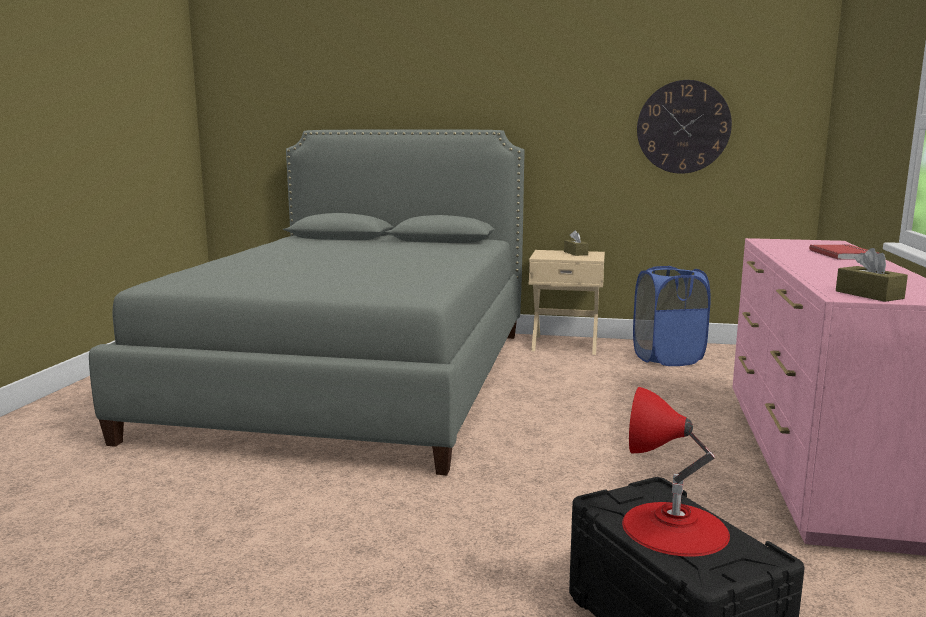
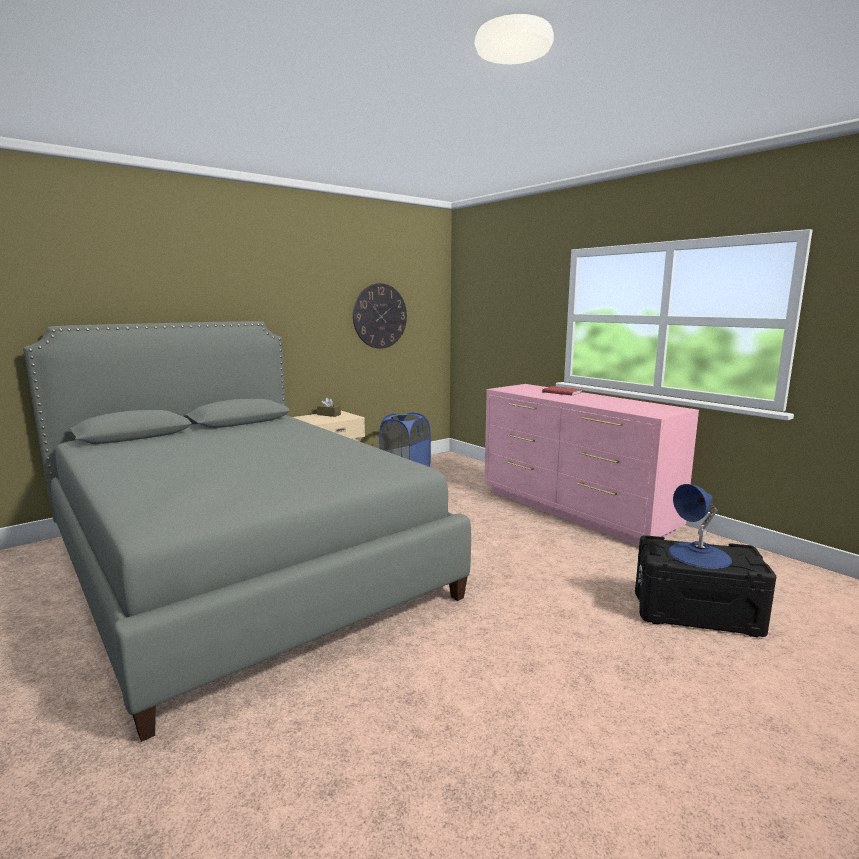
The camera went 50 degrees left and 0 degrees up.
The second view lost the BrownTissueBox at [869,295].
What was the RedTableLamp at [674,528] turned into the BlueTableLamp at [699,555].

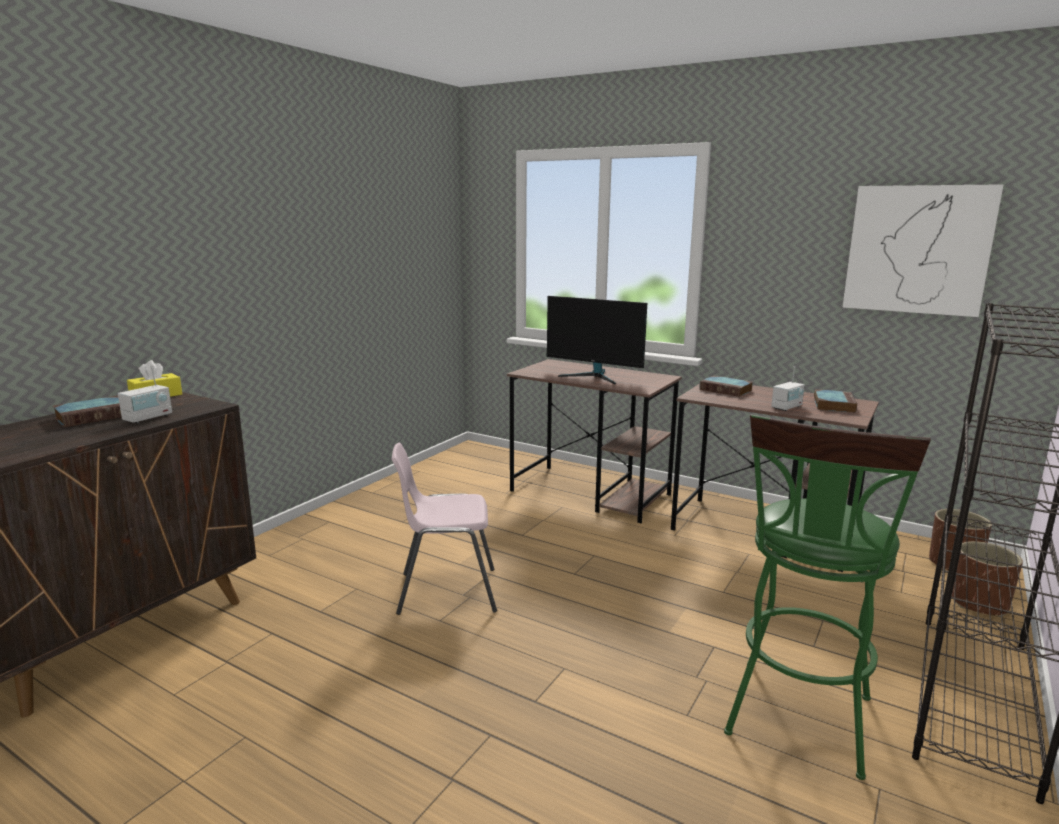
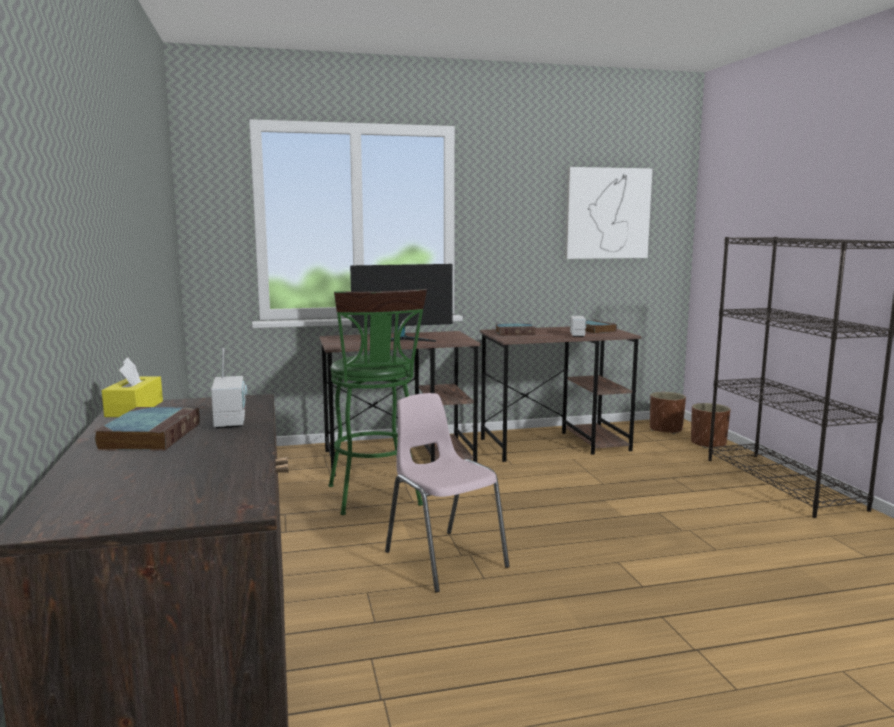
The camera went 45 degrees left and 5 degrees down.
The GreenStool ended up elsewhere, having gone from [798,724] to [376,498].
The PinkChair at [446,591] ended up facing another way, 105 degrees clockwise from before.

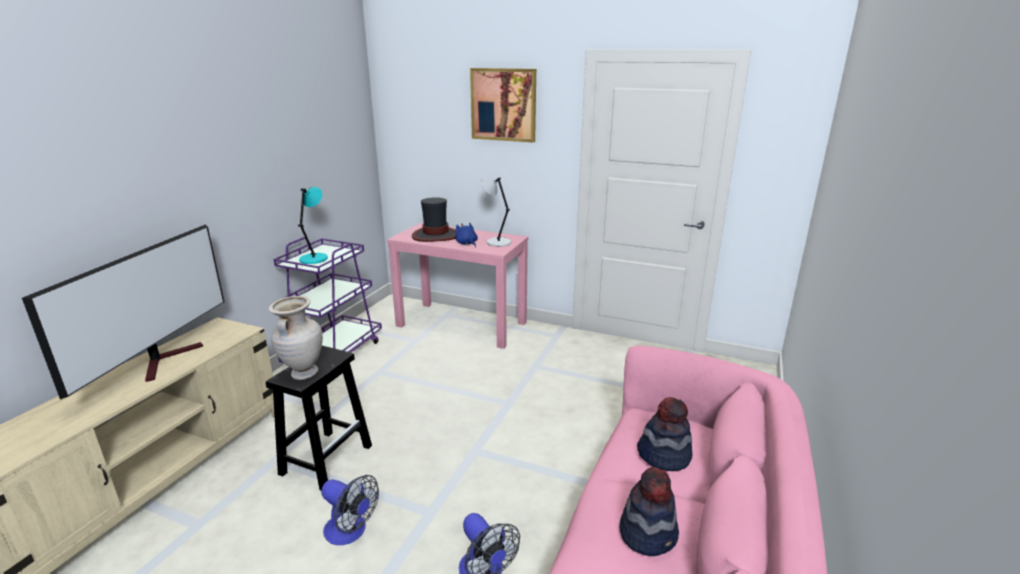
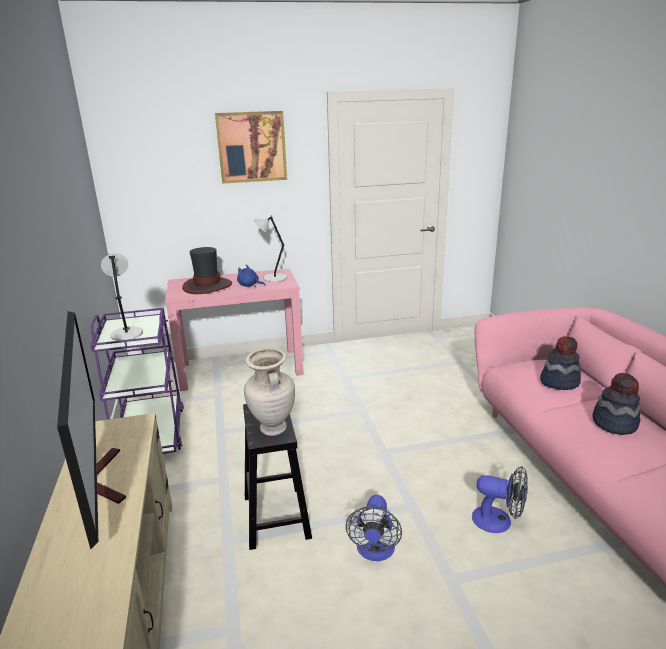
The camera went 35 degrees left and 0 degrees up.
What was the TurquoiseTableLamp at [314,258] turned into the GreyTableLamp at [126,333].
The Fan at [350,532] ended up facing another way, 105 degrees clockwise from before.

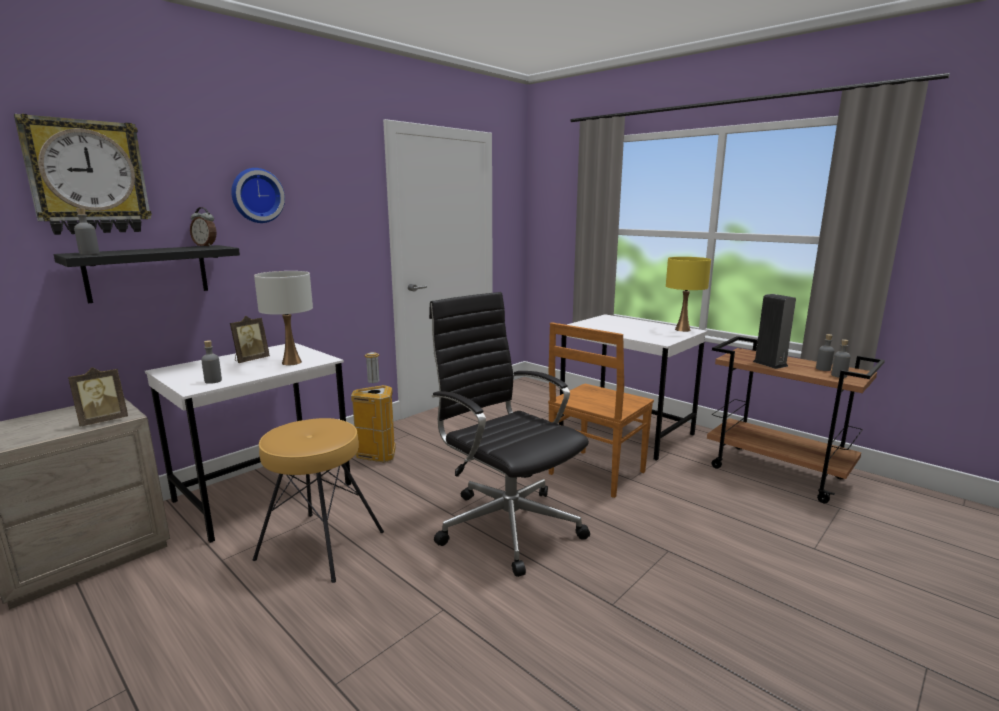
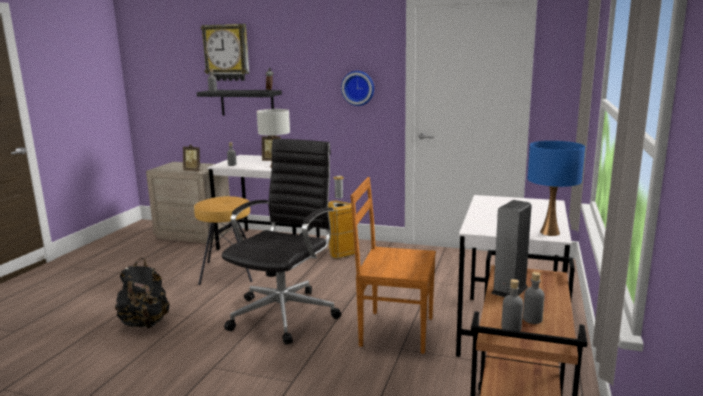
The camera went 65 degrees right and 0 degrees up.
The WallClock ended up elsewhere, having gone from [256,195] to [358,88].
What was the YellowTableLamp at [683,330] turned into the BlueTableLamp at [550,233].
The second view gained the BlackBackpack at [145,323].

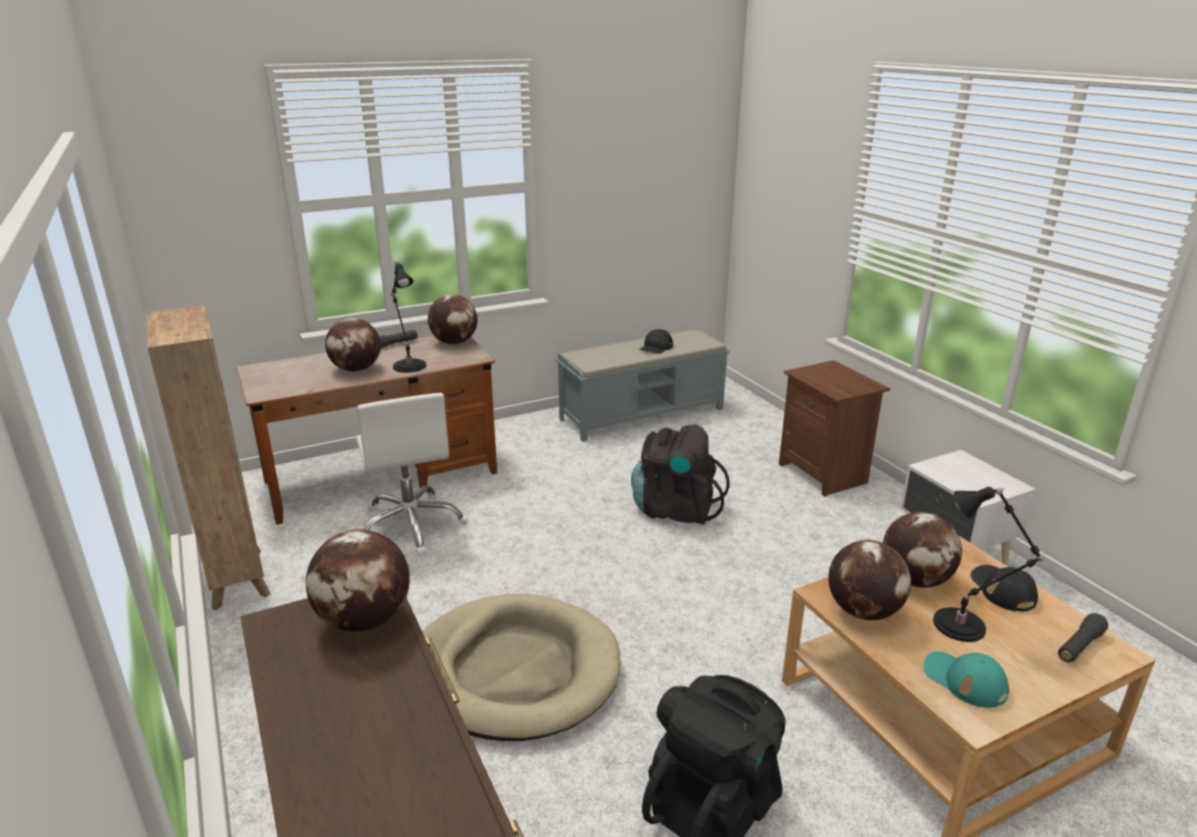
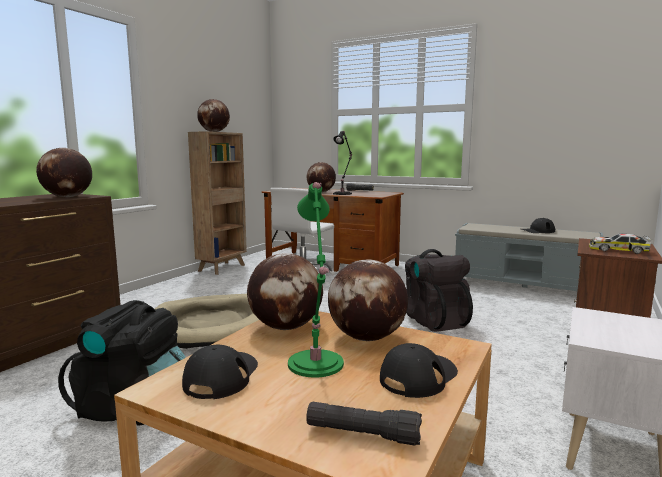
The camera went 55 degrees right and 15 degrees down.
The Globe ended up elsewhere, having gone from [454,342] to [214,132].
What was the BlackTableLamp at [963,626] turned into the GreenTableLamp at [315,366].
What was the TurquoiseCap at [964,680] turned into the BlackCap at [221,376].
The second view gained the ToyCar at [618,250].

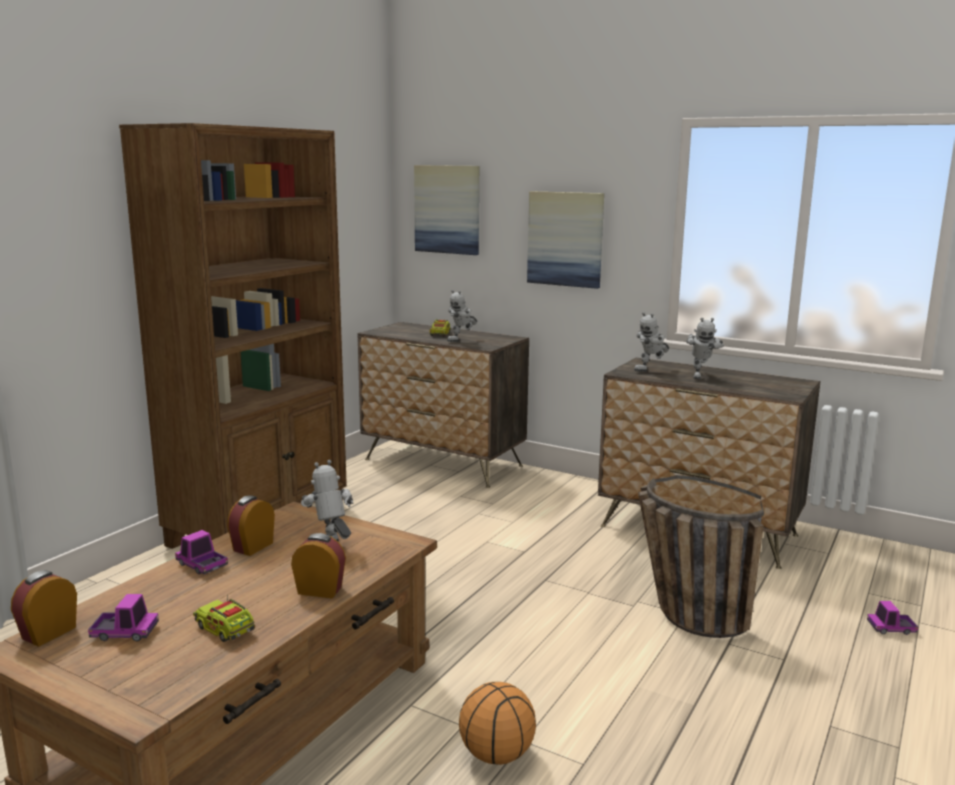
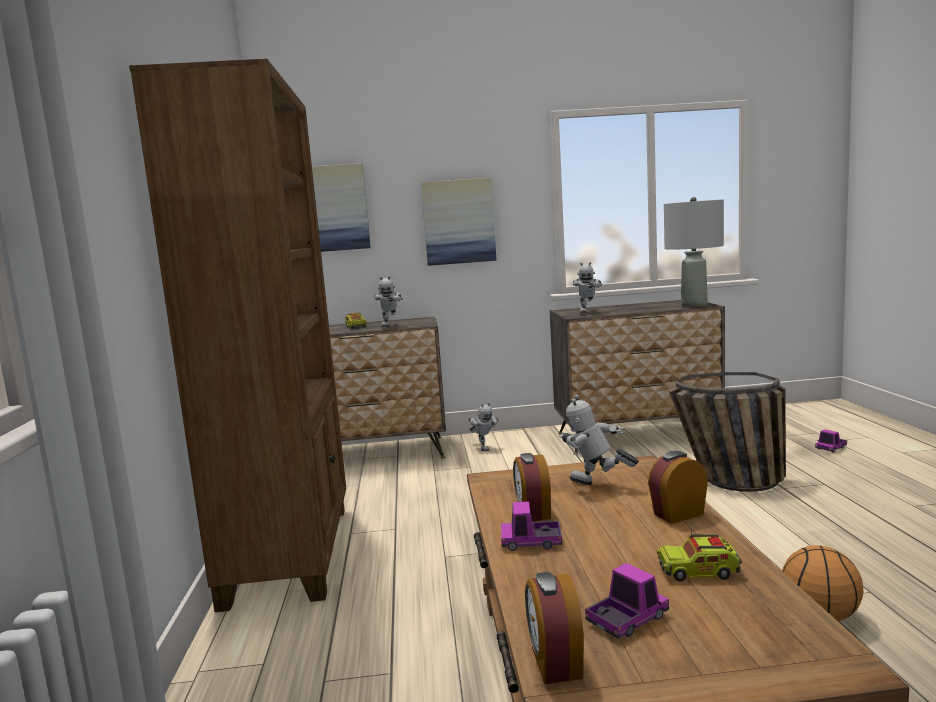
The camera went 35 degrees left and 5 degrees down.
The ToyRobot ended up elsewhere, having gone from [699,376] to [483,448].
The second view gained the GreyTableLamp at [693,305].

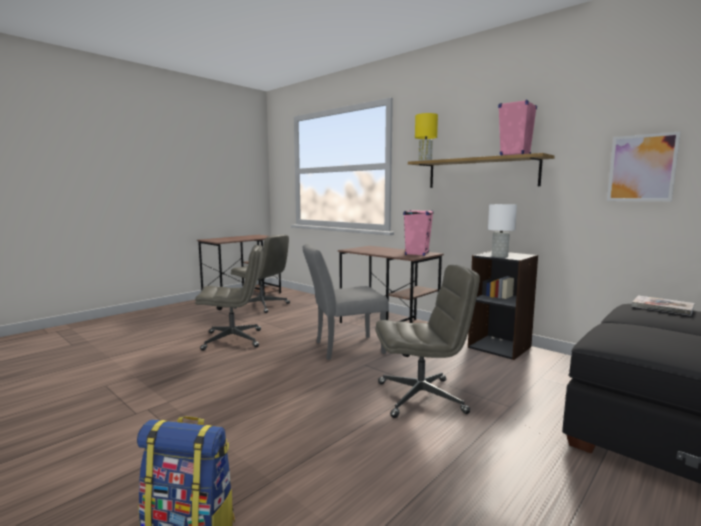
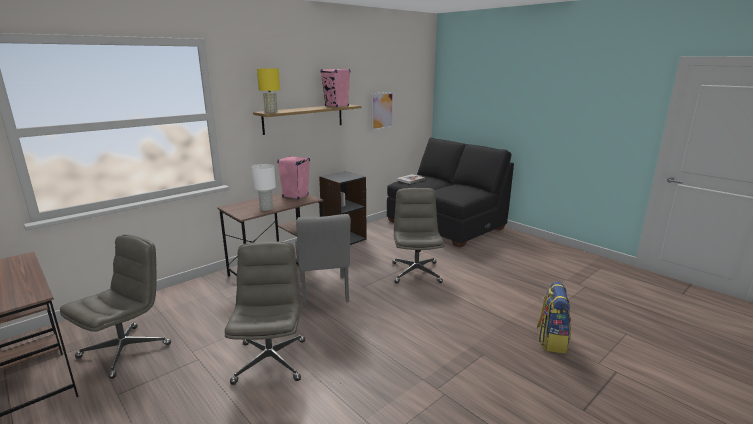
The camera went 85 degrees left and 10 degrees up.
The WhiteTableLamp ended up elsewhere, having gone from [499,256] to [266,208].

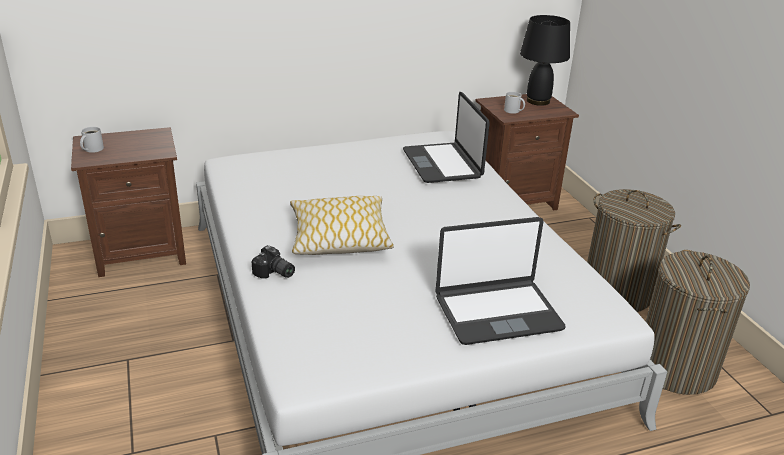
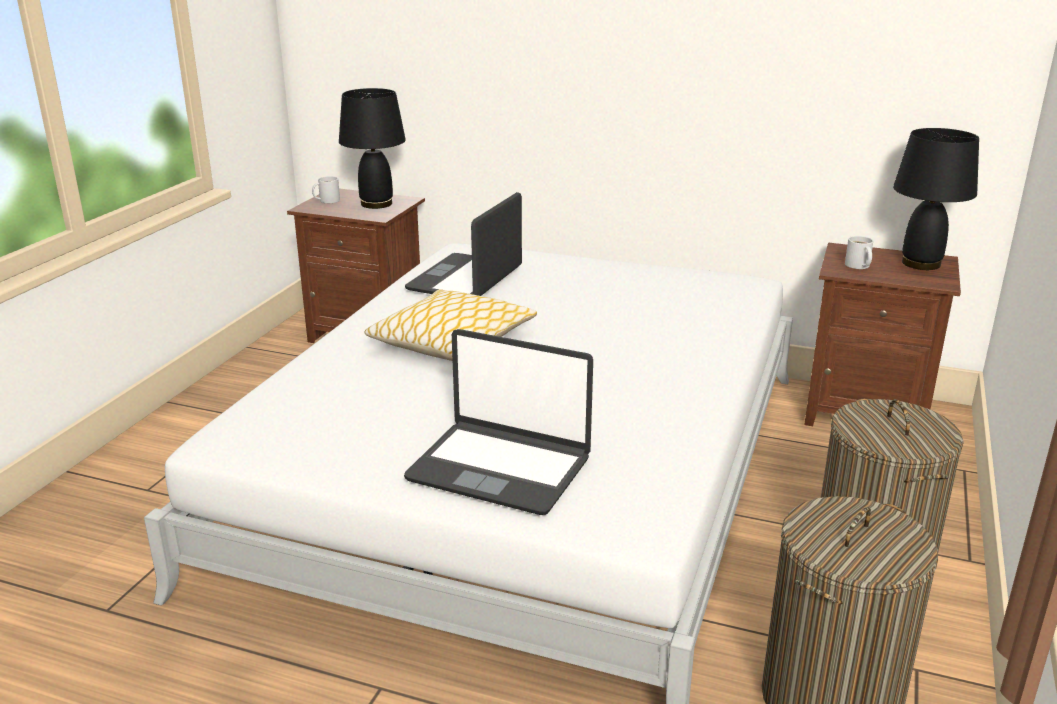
The camera went 40 degrees right and 5 degrees down.
The Laptop ended up elsewhere, having gone from [443,164] to [466,279].
The second view lost the PhotoCamera at [274,273].
The second view gained the BlackTableLamp at [376,204].

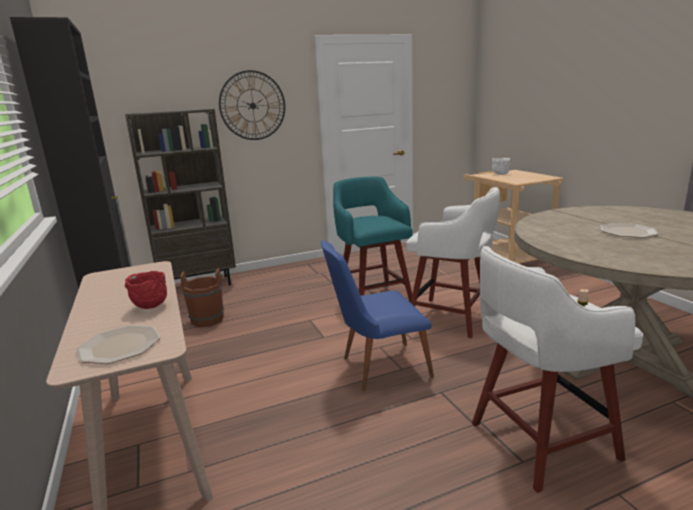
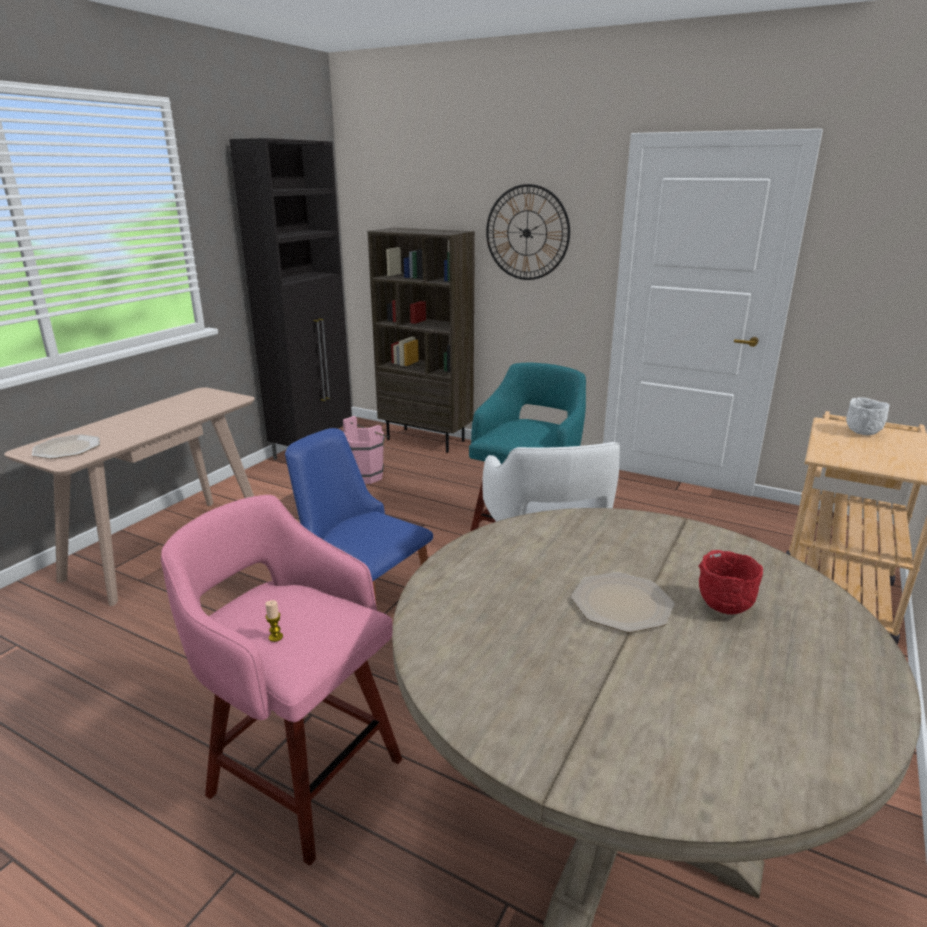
The camera went 50 degrees right and 5 degrees up.
What was the WhiteStool at [539,441] turned into the PinkStool at [302,773].
What was the BrownBucket at [208,318] turned into the PinkBucket at [368,475].
The RedBowl ended up elsewhere, having gone from [150,307] to [723,607].

